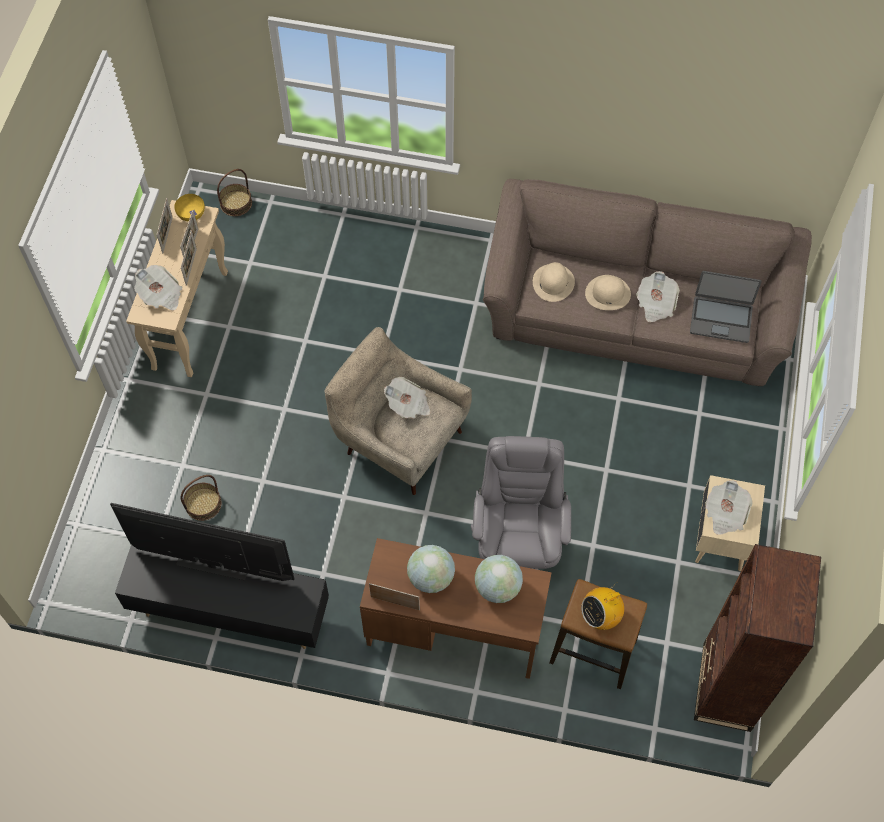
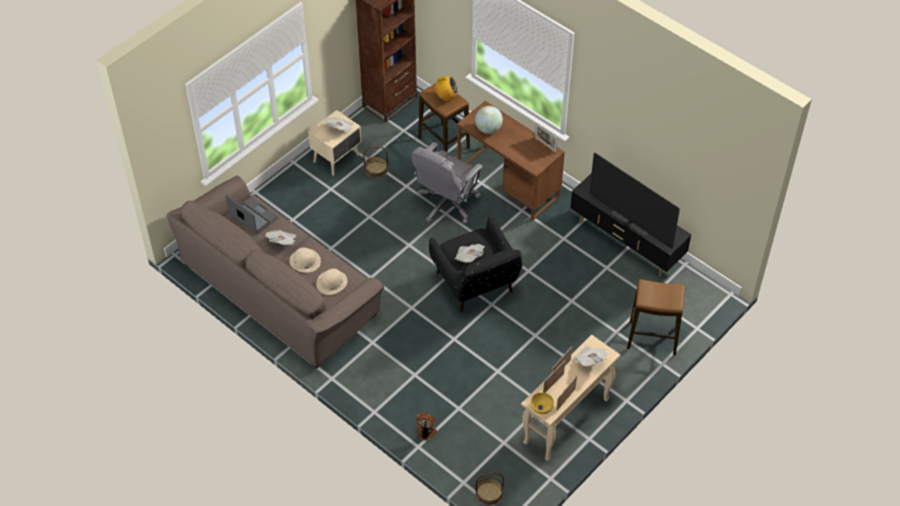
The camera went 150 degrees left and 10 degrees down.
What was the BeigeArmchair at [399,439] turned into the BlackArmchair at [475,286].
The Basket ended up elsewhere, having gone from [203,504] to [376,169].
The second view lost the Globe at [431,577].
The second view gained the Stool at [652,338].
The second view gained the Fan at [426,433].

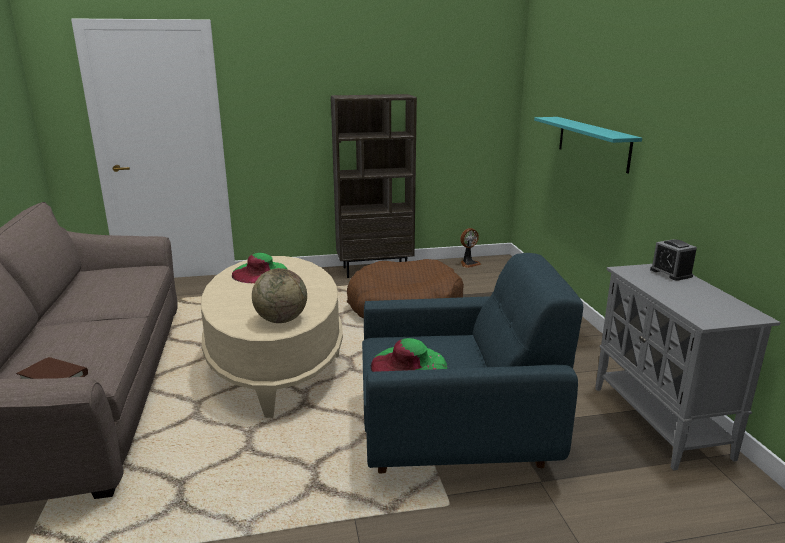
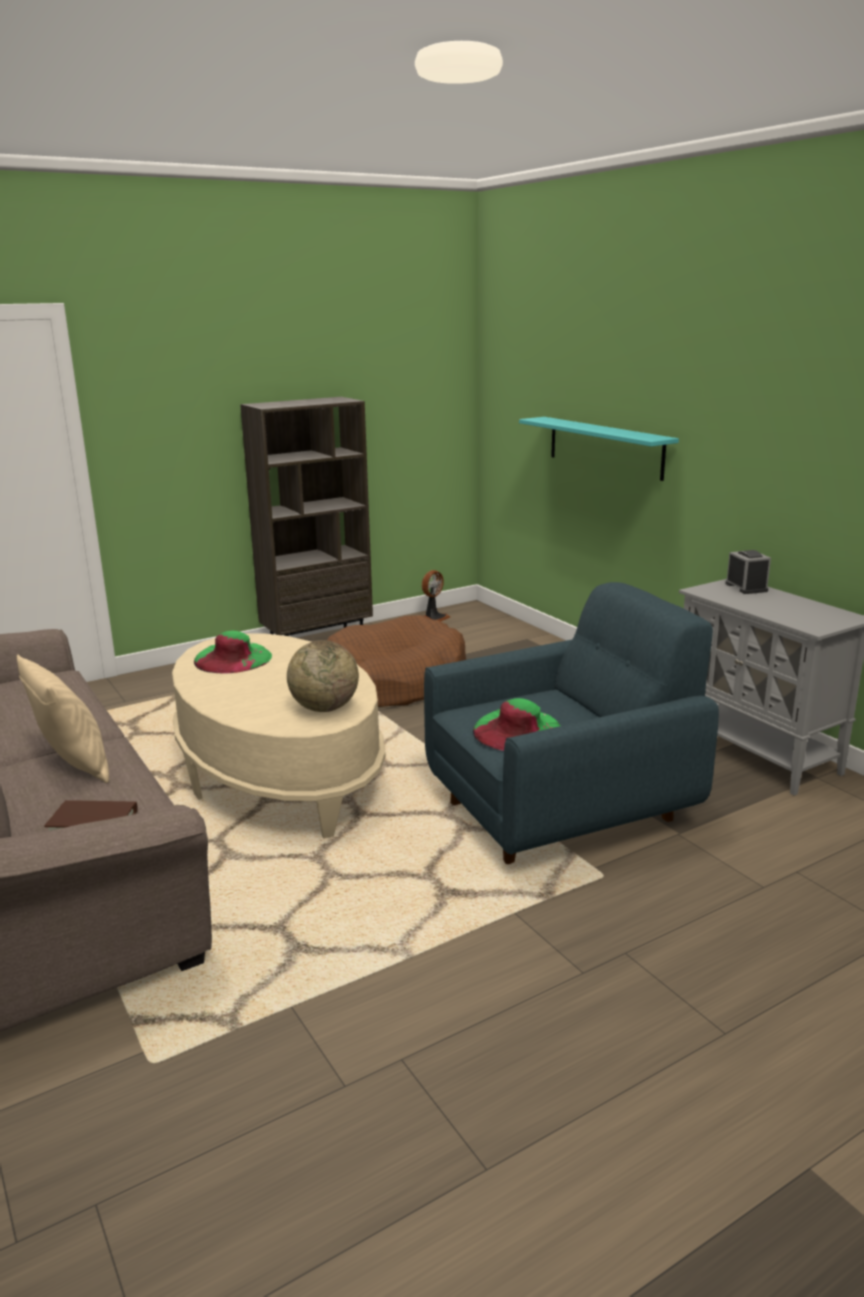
The camera went 20 degrees left and 0 degrees up.
The AlarmClock at [671,273] ended up facing another way, 150 degrees counterclockwise from before.
The second view gained the BeigePillow at [74,765].

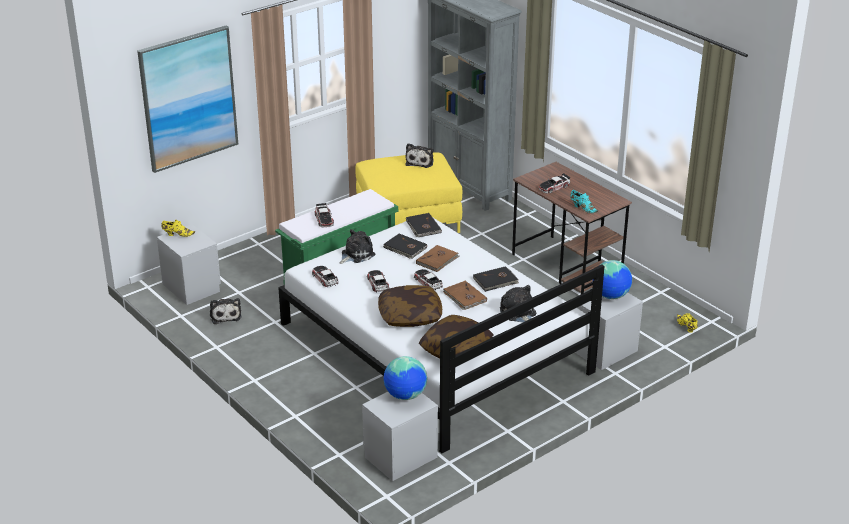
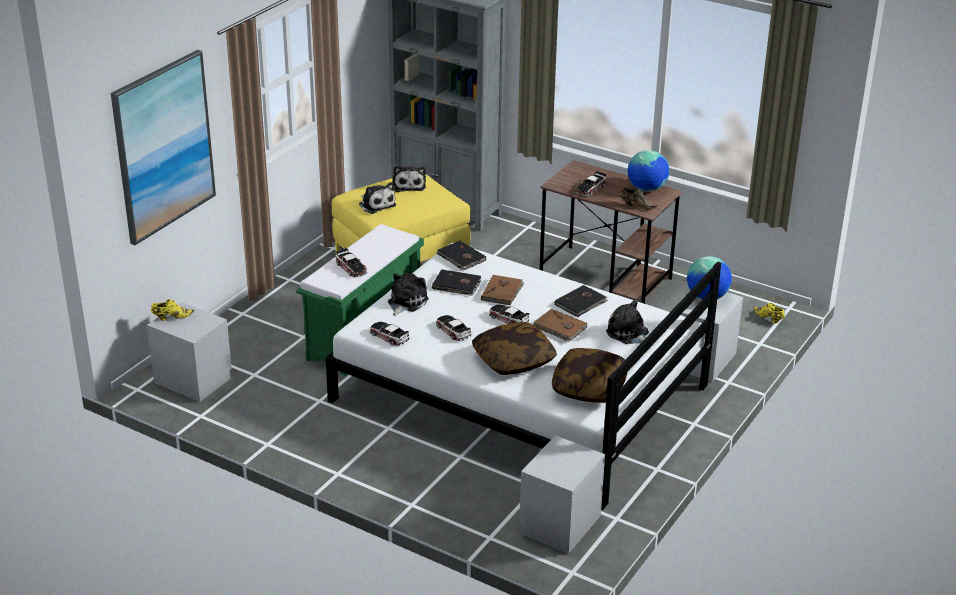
The camera went 20 degrees left and 0 degrees up.
What was the TurquoiseShoe at [582,208] turned into the BrownShoe at [636,206].
The PlushToy ended up elsewhere, having gone from [225,315] to [376,204].
The Globe ended up elsewhere, having gone from [405,395] to [647,189].

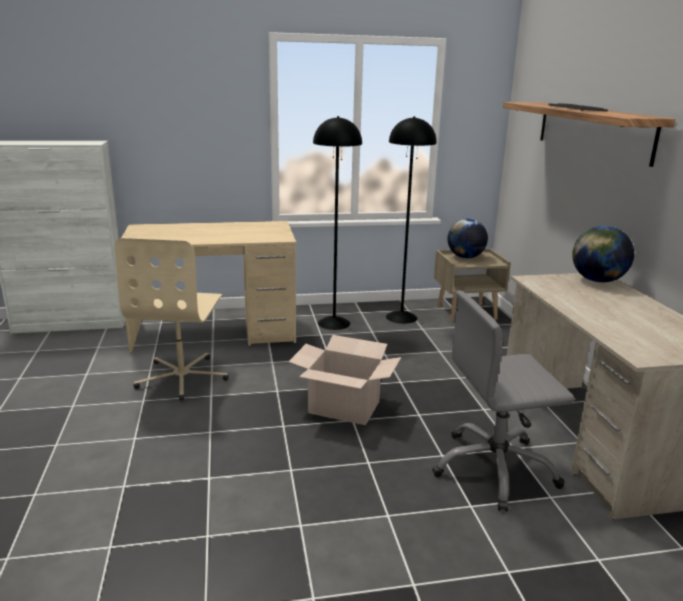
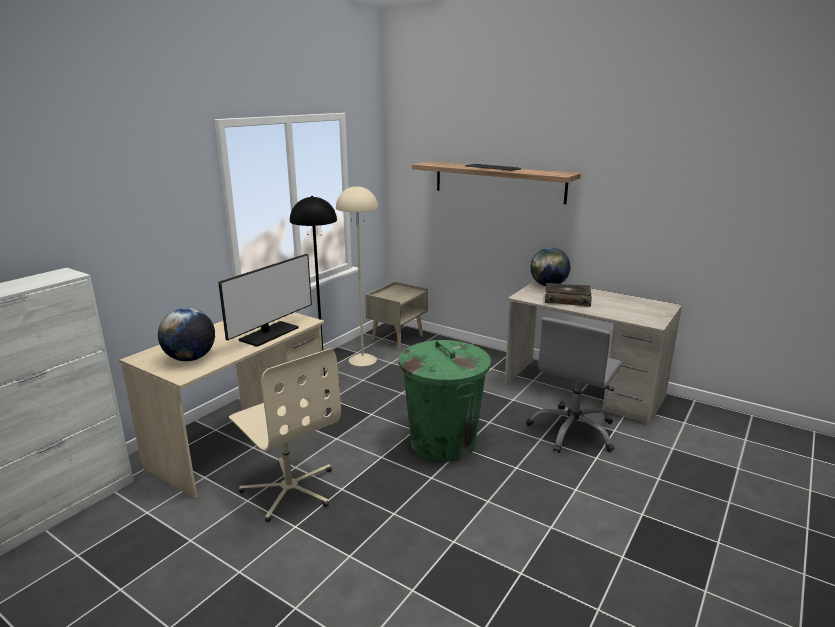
The camera went 45 degrees left and 0 degrees up.
What was the BlackFloorLamp at [401,317] turned into the BeigeFloorLamp at [363,359].
The Globe ended up elsewhere, having gone from [465,257] to [190,358].
Where the CardboardBox stood at [344,407], the GreenTrashCan came to stand at [443,442].
The second view gained the Monitor at [269,334].
The second view gained the Book at [567,300].

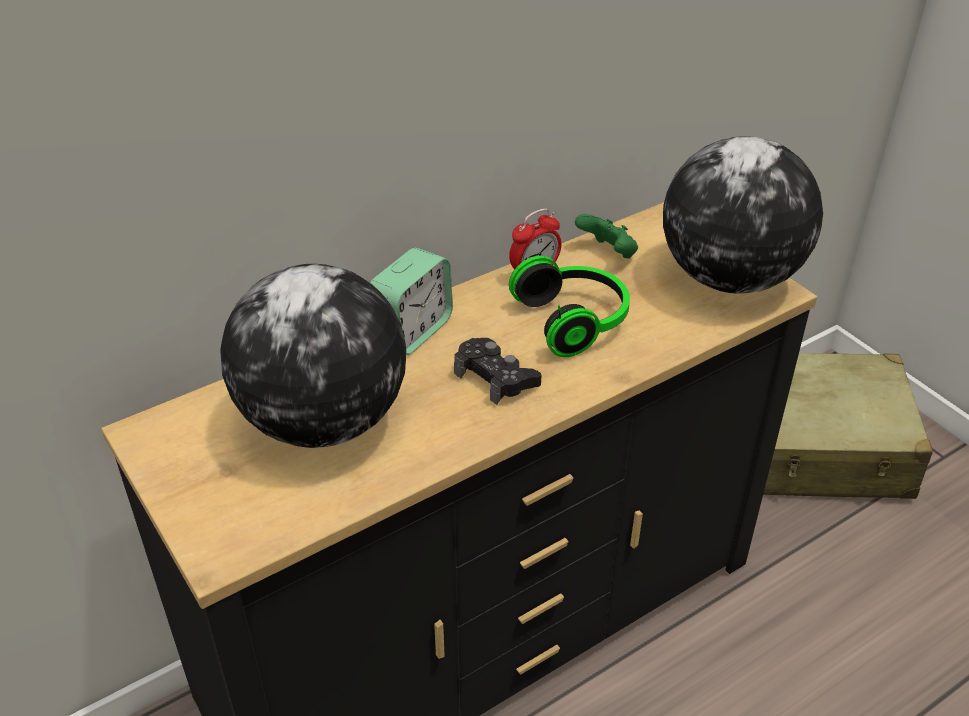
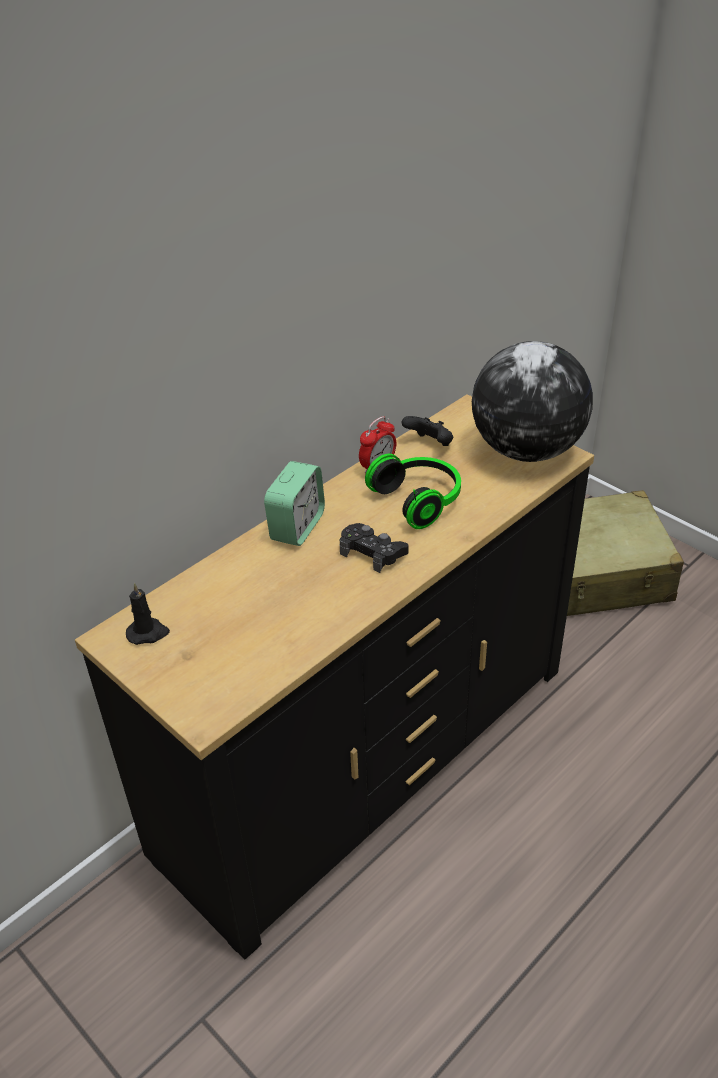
The camera went 10 degrees left and 0 degrees up.
What was the GreenGameController at [608,253] turned into the BlackGameController at [430,444].
The second view lost the Globe at [323,422].
The second view gained the BlackCandle at [148,633].

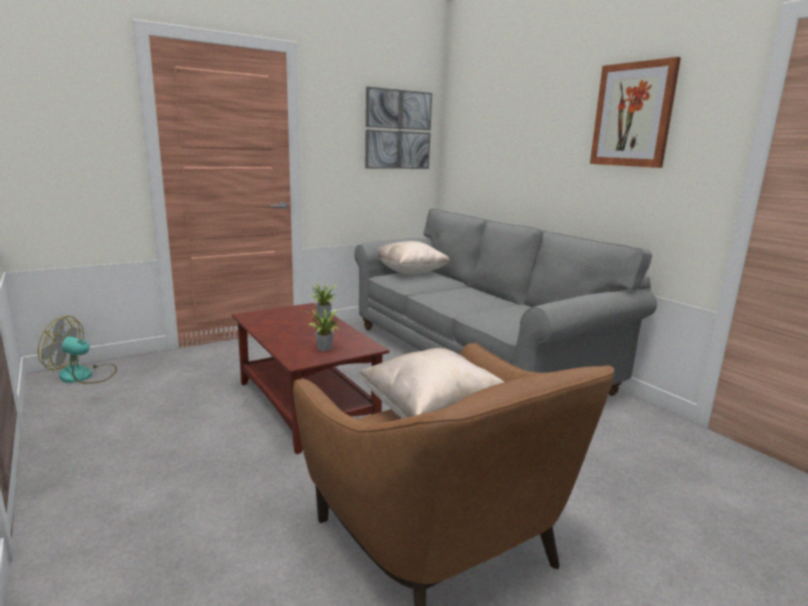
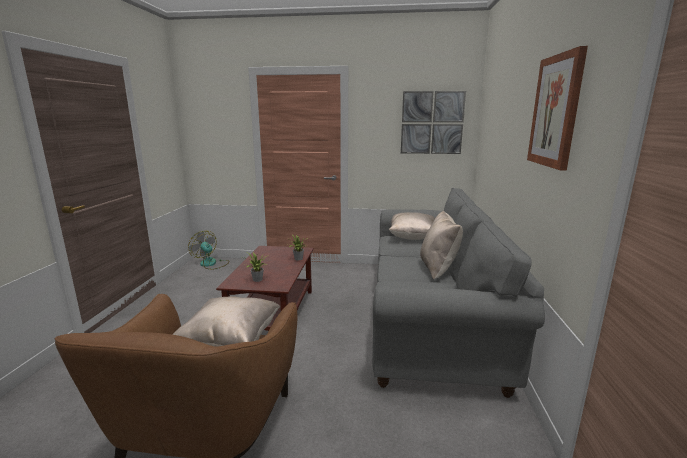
The camera went 40 degrees right and 0 degrees up.
The second view gained the BeigePillow at [438,268].

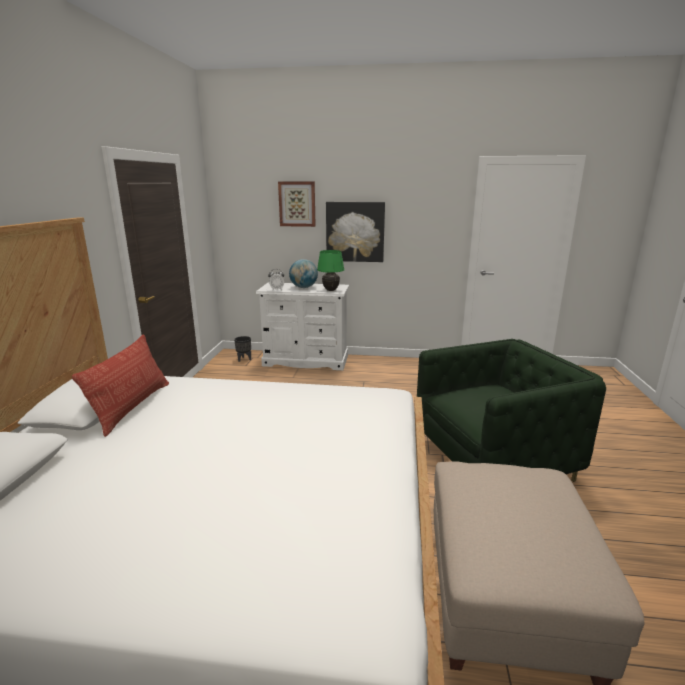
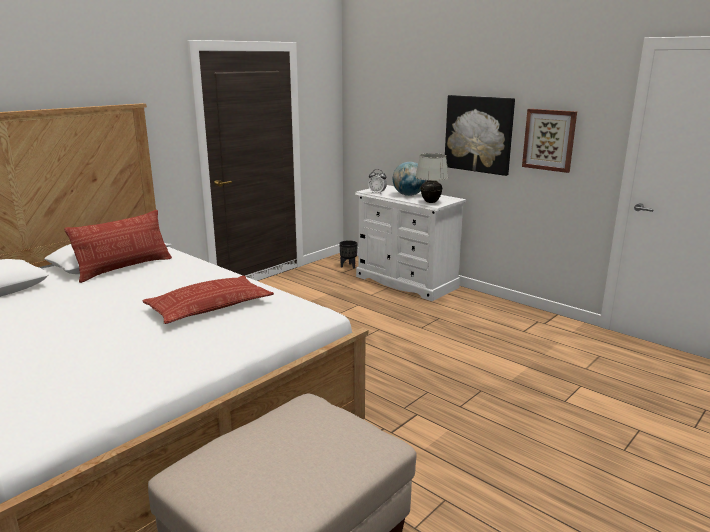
The camera went 35 degrees right and 0 degrees up.
The Picture ended up elsewhere, having gone from [297,204] to [549,140].
What was the GreenTableLamp at [330,290] turned into the WhiteTableLamp at [430,202].
The second view lost the GreenArmchair at [493,460].
The second view gained the Pillow at [209,306].

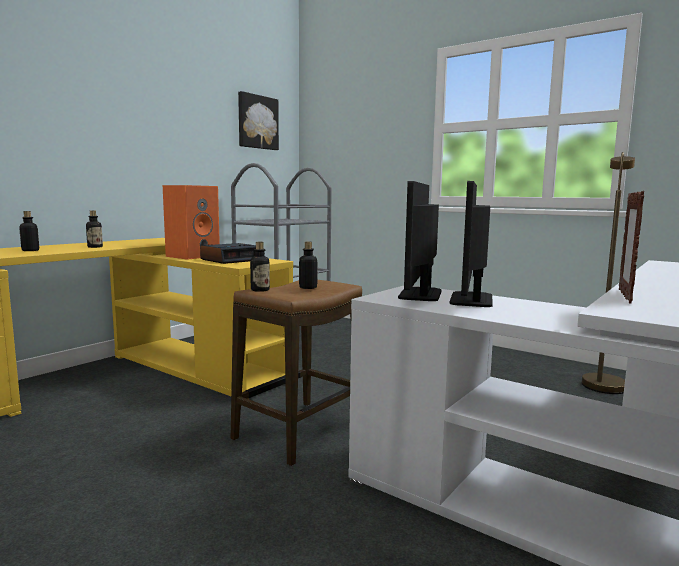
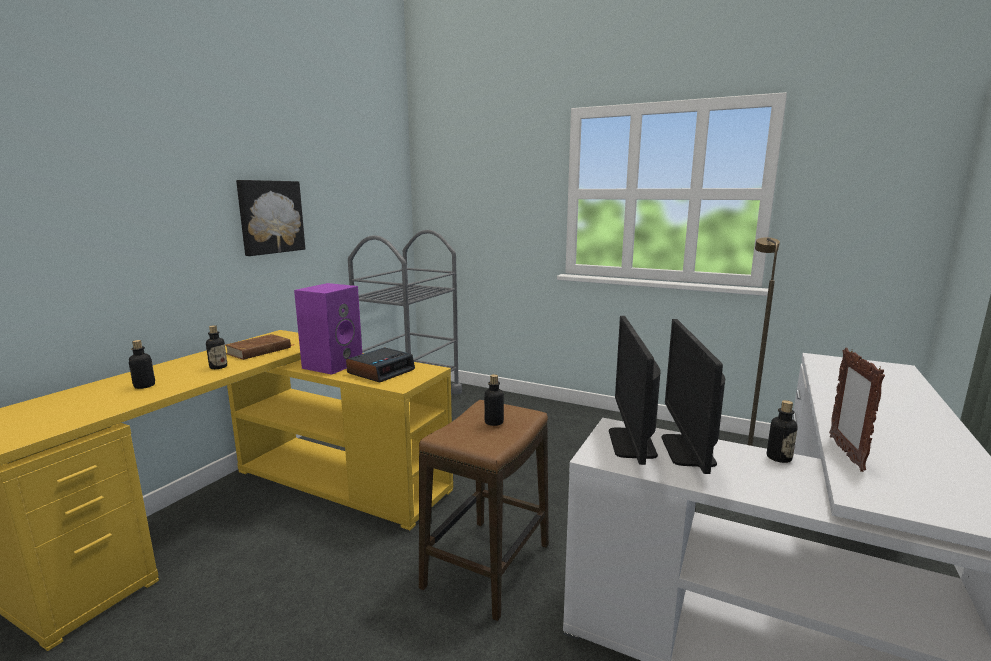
The camera went 10 degrees left and 5 degrees up.
The Picture ended up elsewhere, having gone from [257,122] to [270,217].
What was the OrangeSpeaker at [193,256] turned into the PurpleSpeaker at [333,364].
The Bottle ended up elsewhere, having gone from [260,290] to [779,458].
The second view gained the BrownBook at [259,351].

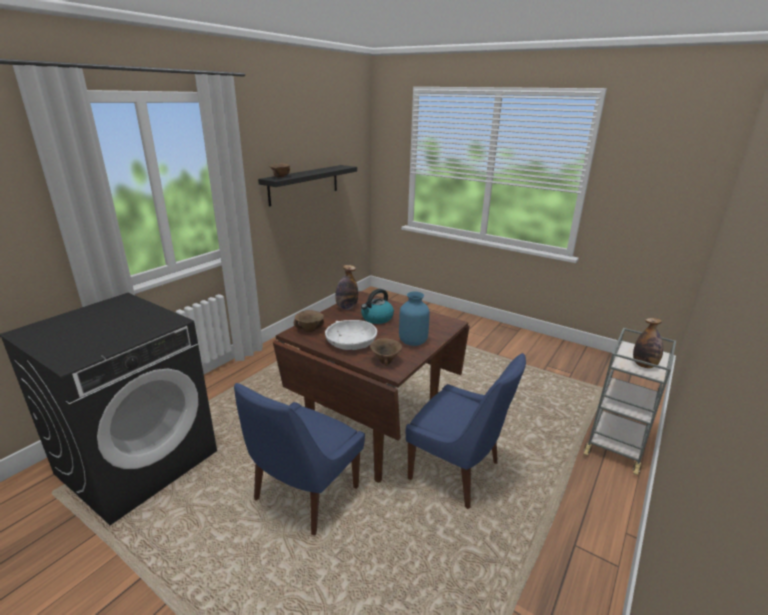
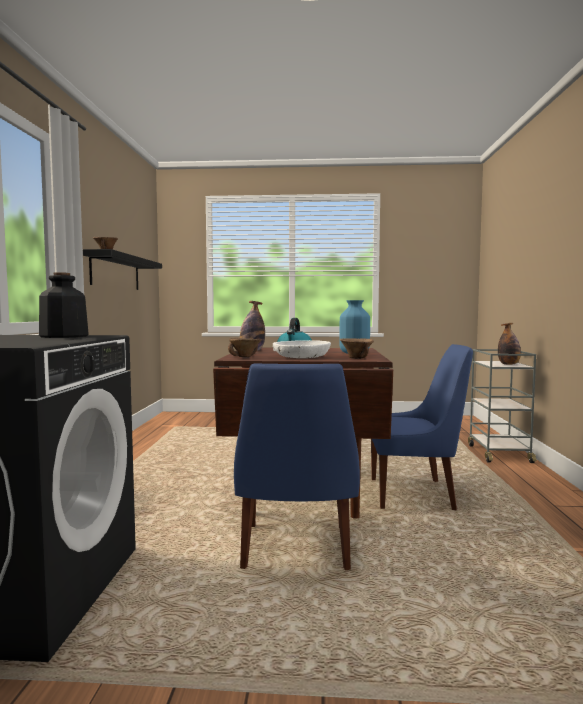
The camera went 30 degrees left and 20 degrees down.
The second view gained the Bottle at [64,336].

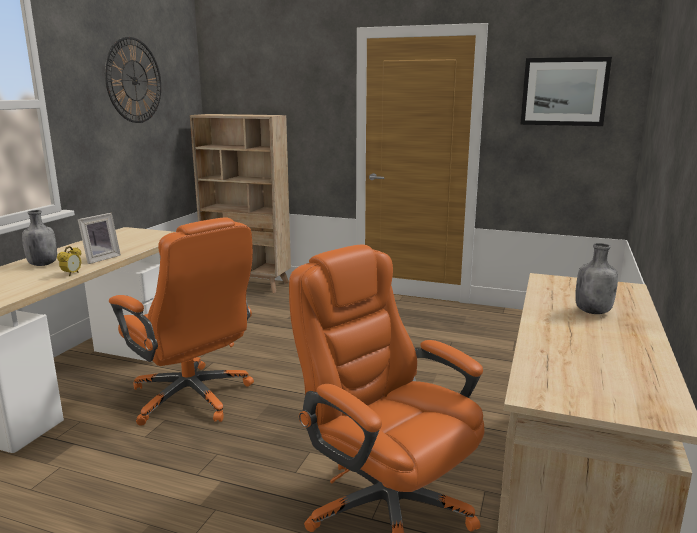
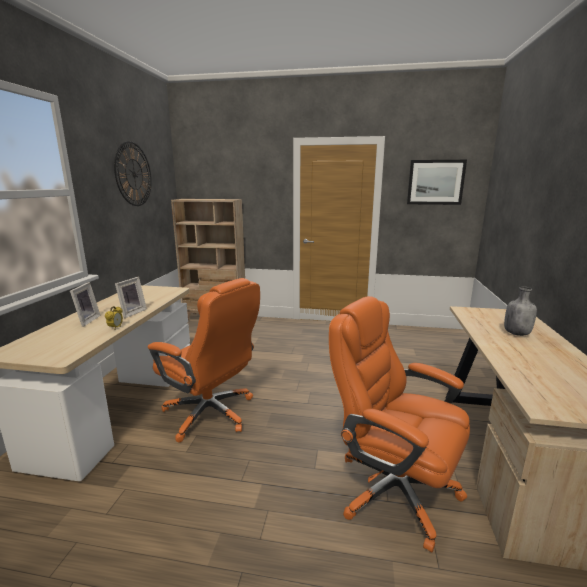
The camera went 10 degrees left and 0 degrees up.
Where the GreyBottle stood at [43,264], the PictureFrame came to stand at [86,321].

